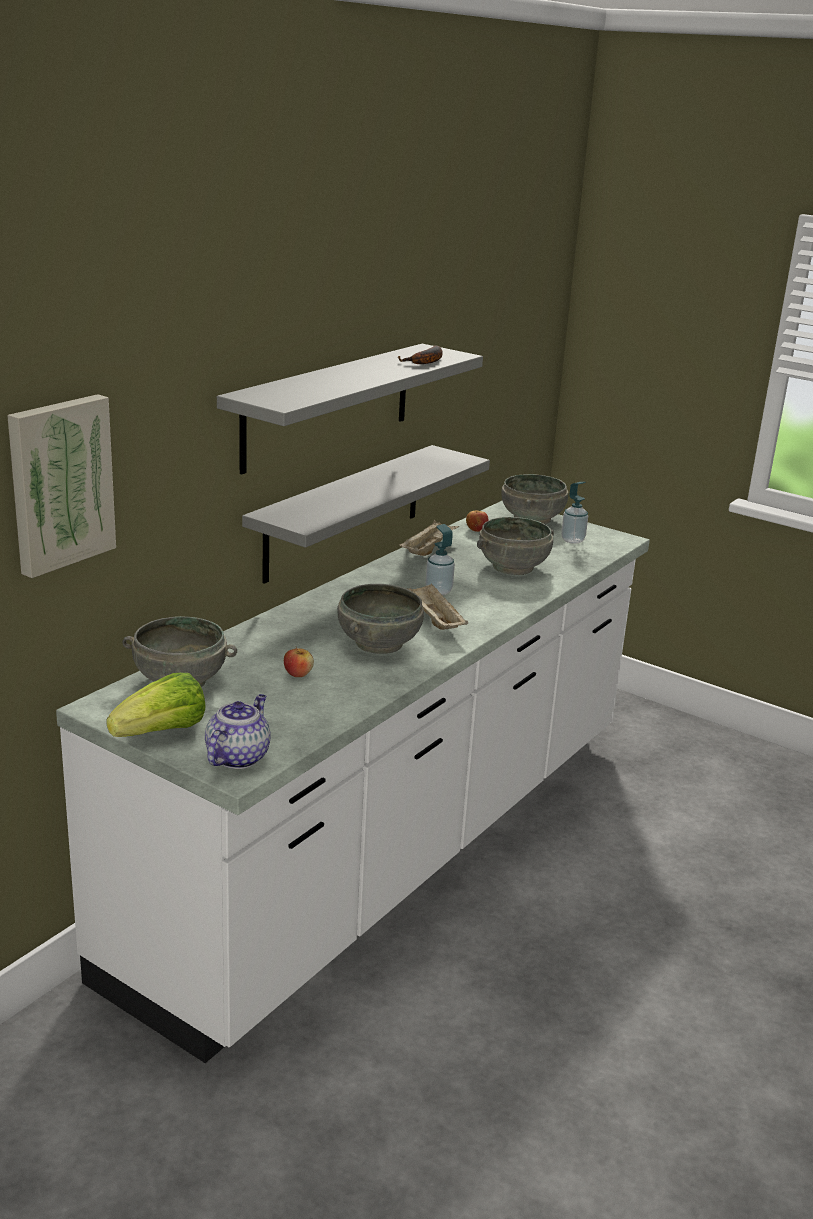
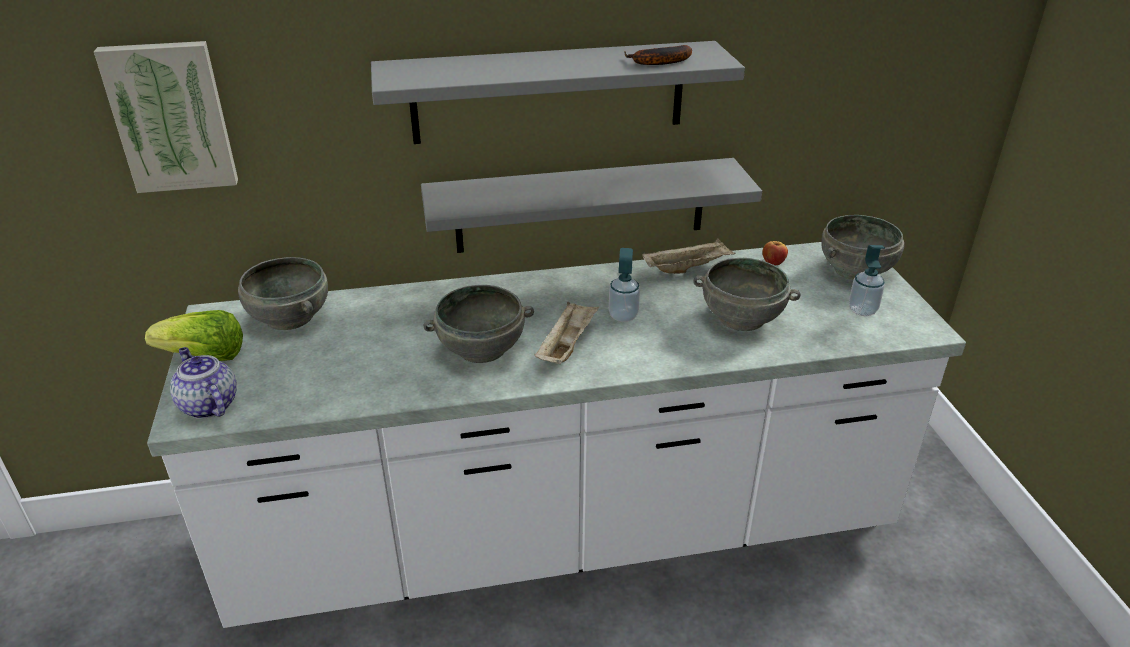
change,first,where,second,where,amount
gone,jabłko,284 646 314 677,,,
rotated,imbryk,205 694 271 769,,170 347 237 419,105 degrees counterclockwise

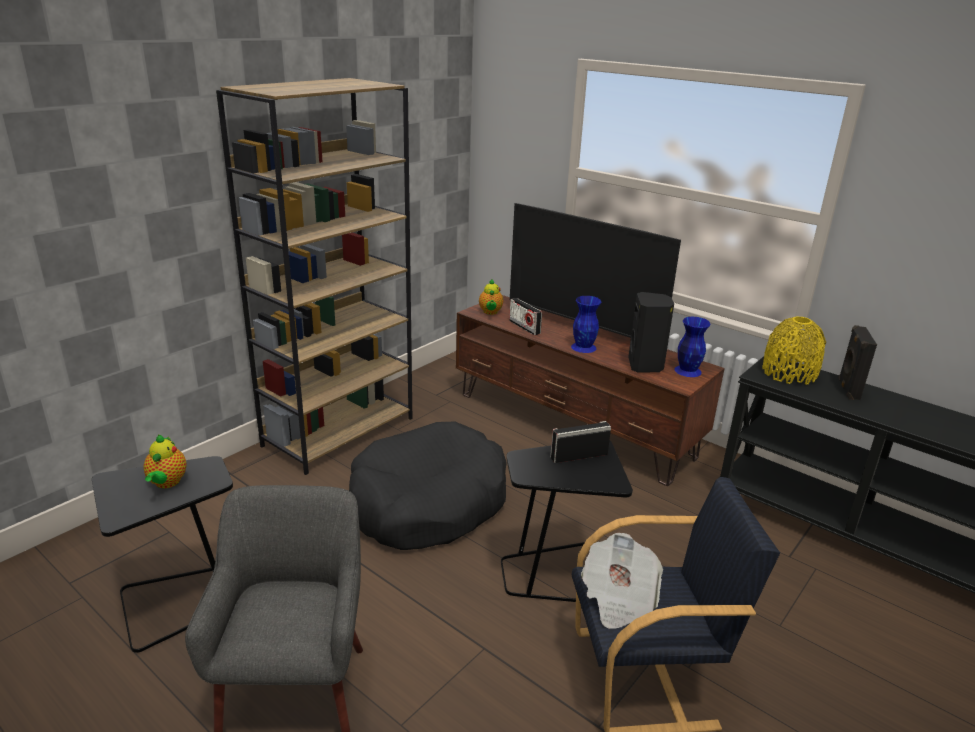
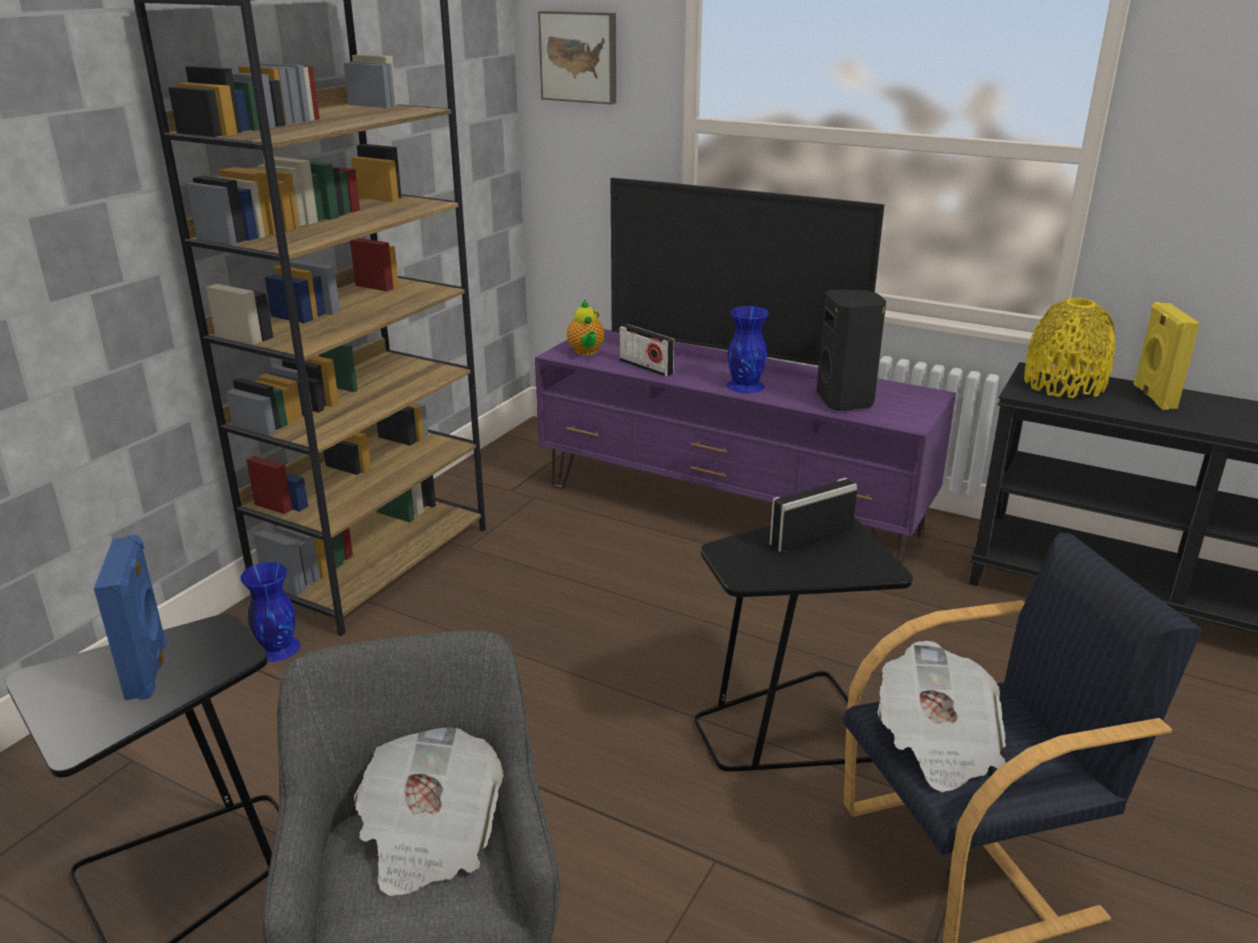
change,first,where,second,where,amount
gone,legowisko (czarny),349 422 507 550,,,
new,,,gazeta,354 727 504 896,
new,,,obraz,538 11 616 104,
shifted,wazon (niebieski),674 317 710 377,,240 562 301 662,
swapped,imbryk,143 435 187 488,głośnik (niebieski),94 534 167 700,
repainted,szafka pod telewizor (brązowy),456 295 725 486,szafka pod telewizor (fioletowy),535 329 956 565,
repainted,głośnik (czarny),838 325 877 400,głośnik (żółty),1133 302 1200 410,

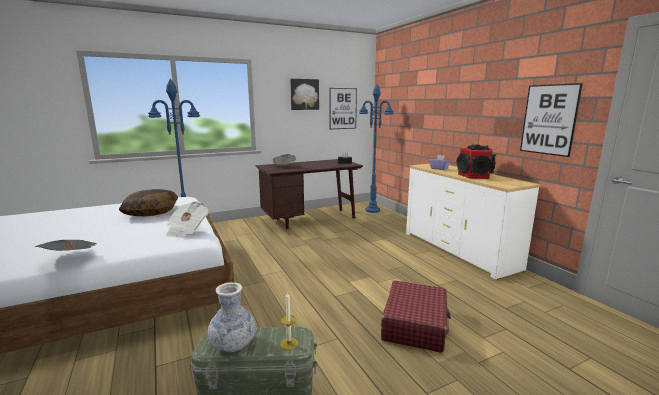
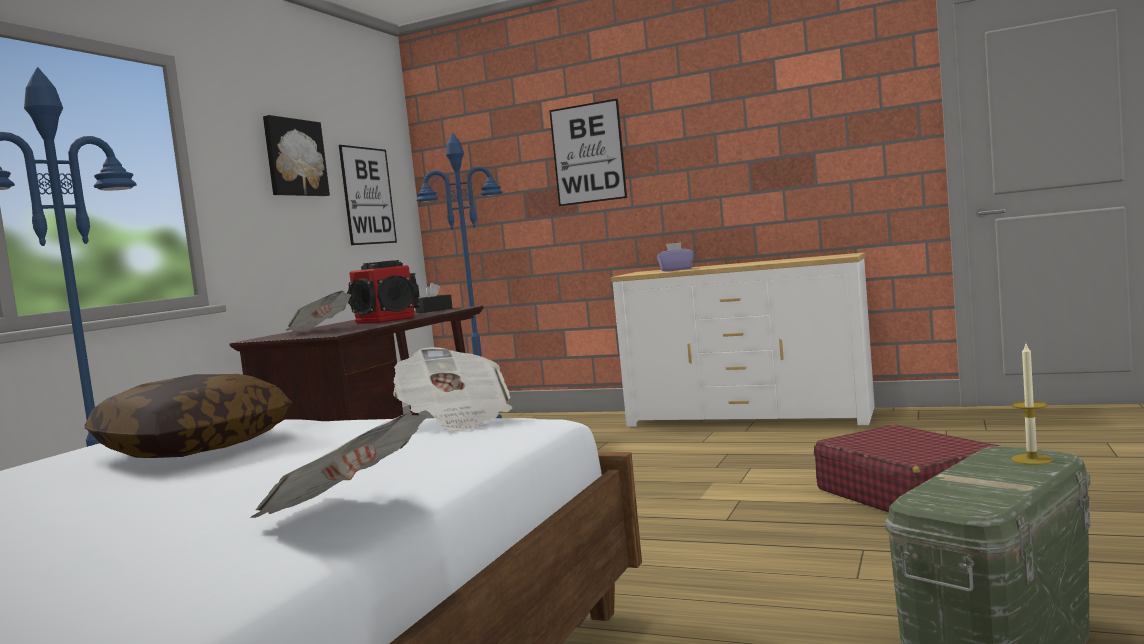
change,first,where,second,where,amount
gone,wazon,208 282 256 352,,,
shifted,głośnik,457 145 496 179,,347 260 420 323,
shifted,obraz,520 83 583 157,,549 99 627 206,

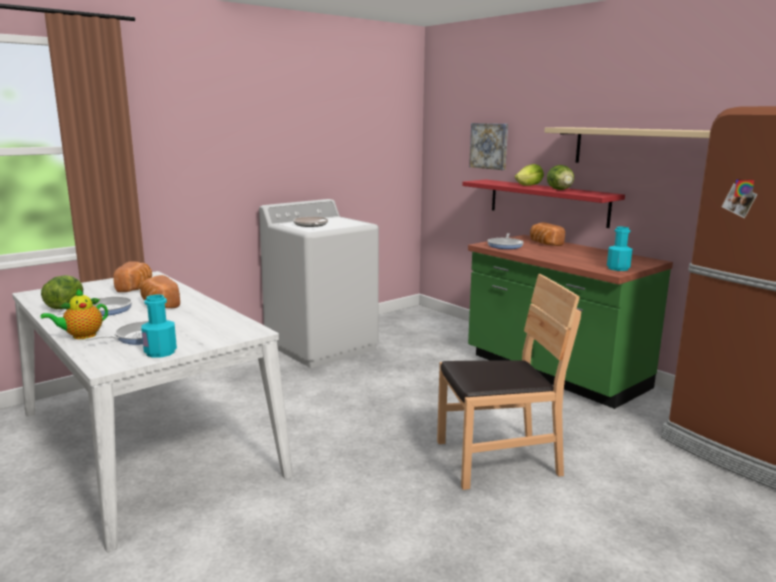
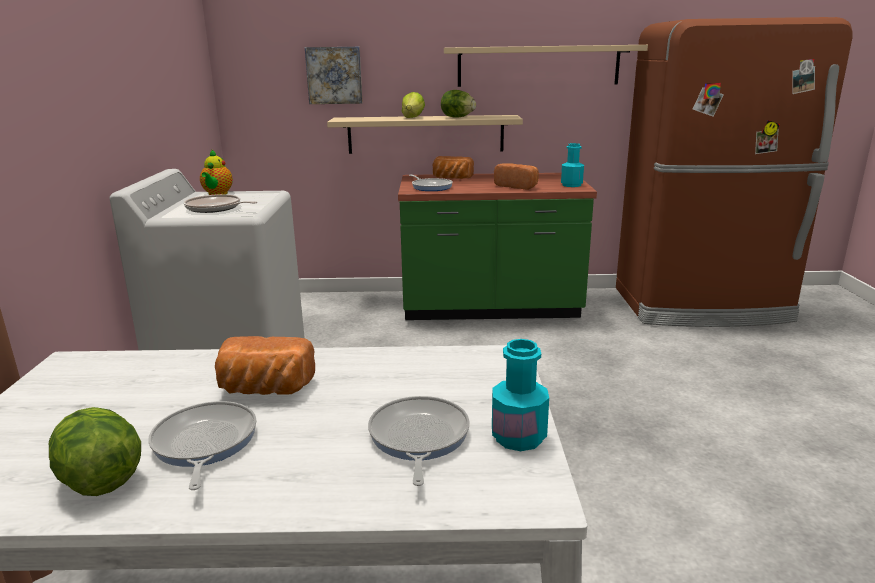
change,first,where,second,where,amount
gone,krzesło (brązowy),437 274 581 490,,,
shifted,imbryk,41 288 108 339,,200 149 233 195,
shifted,chleb,113 261 152 292,,494 163 539 190,
repainted,półka (czerwony),462 179 625 228,półka (beżowy),327 115 523 154,

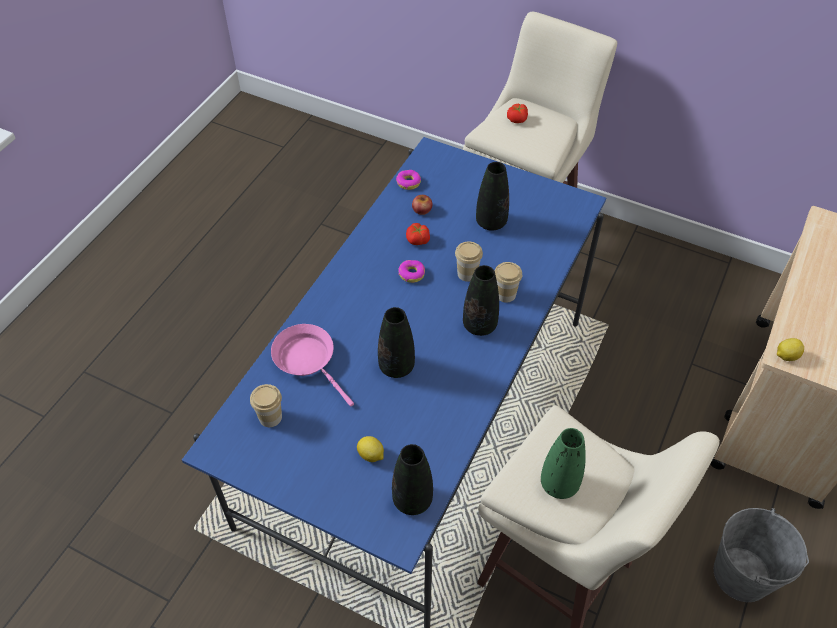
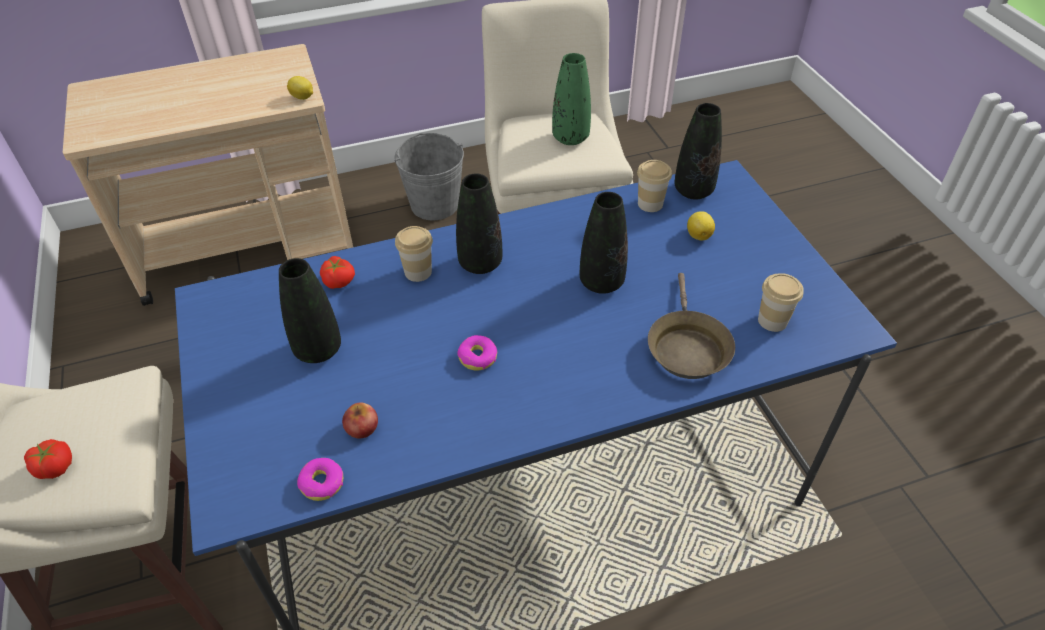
change,first,where,second,where,amount
shifted,pomidor,406 223 430 245,,320 256 355 289,
shifted,filiżanka,455 241 483 282,,637 160 672 212,
repainted,patelnia (różowy),271 324 354 406,patelnia (brązowy),648 273 735 379,

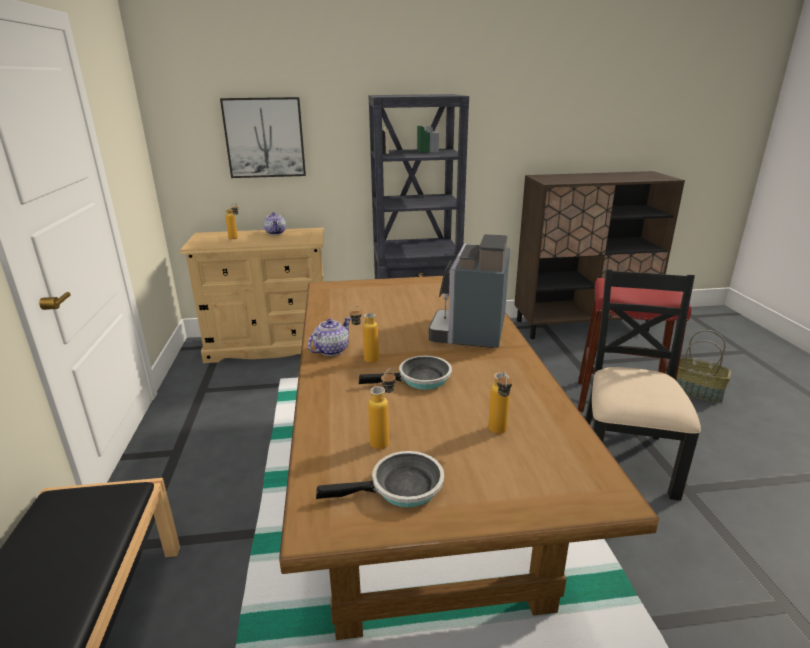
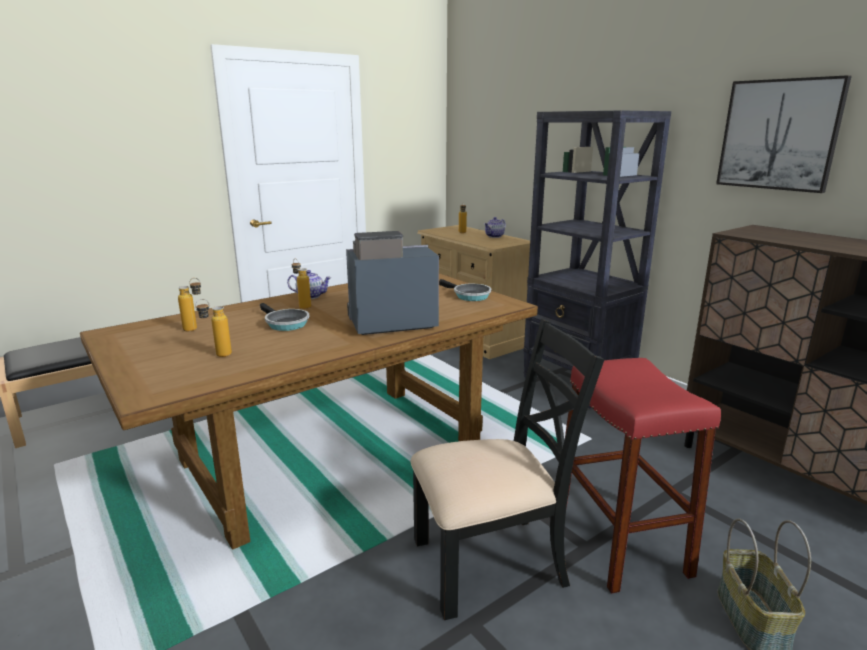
change,first,where,second,where,amount
shifted,obraz,220 97 306 178,,716 75 852 193,
shifted,patelnia,316 451 444 507,,439 279 491 301,

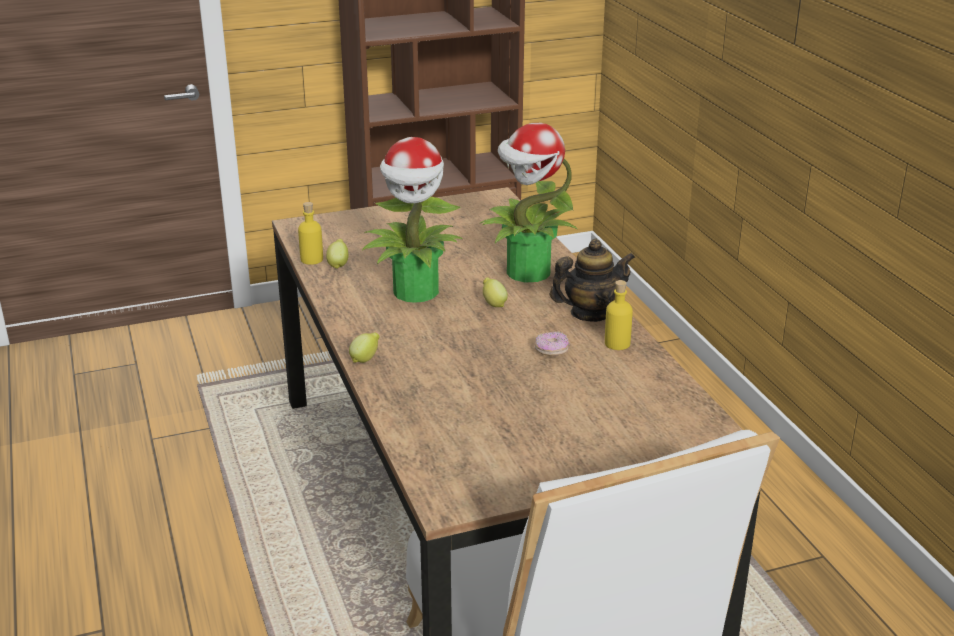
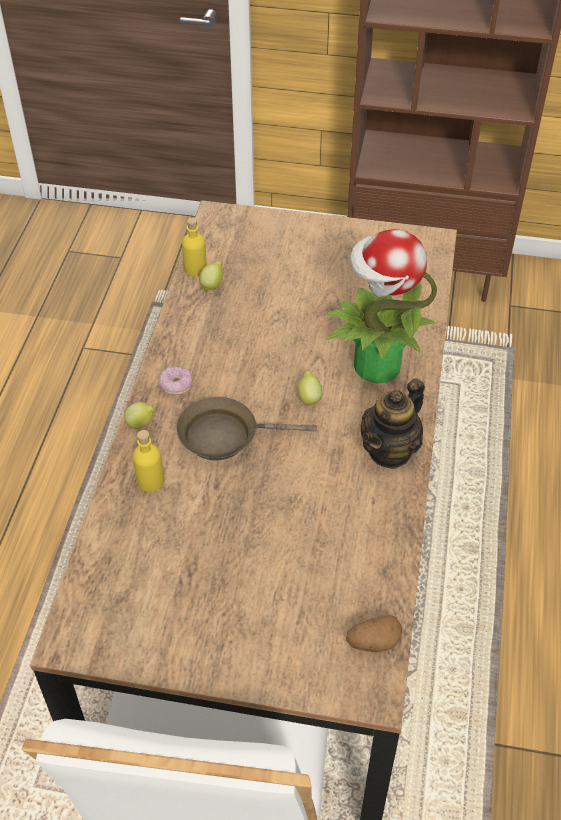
change,first,where,second,where,amount
gone,roślina doniczkowa,362 137 463 303,,,
new,,,patelnia (brązowy),176 397 317 460,
new,,,ziemniak,346 615 402 652,
shifted,donut,535 332 569 356,,159 367 193 395,
shifted,butelka (żółty),605 280 633 350,,132 430 164 492,
rotated,imbryk,550 239 635 322,,361 378 425 469,120 degrees clockwise

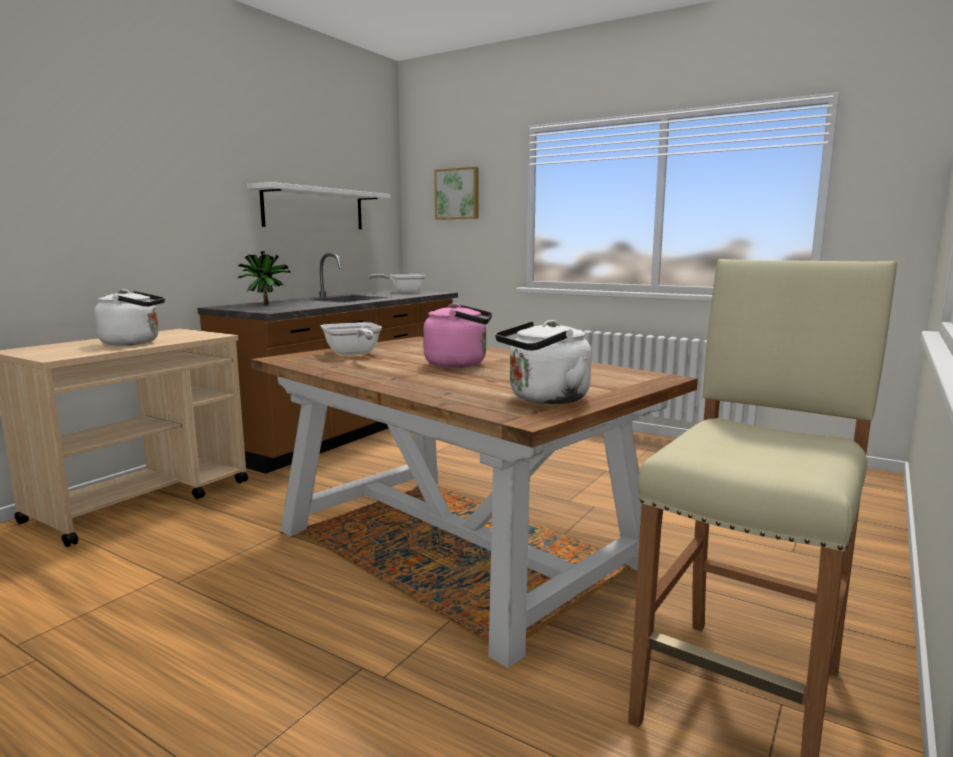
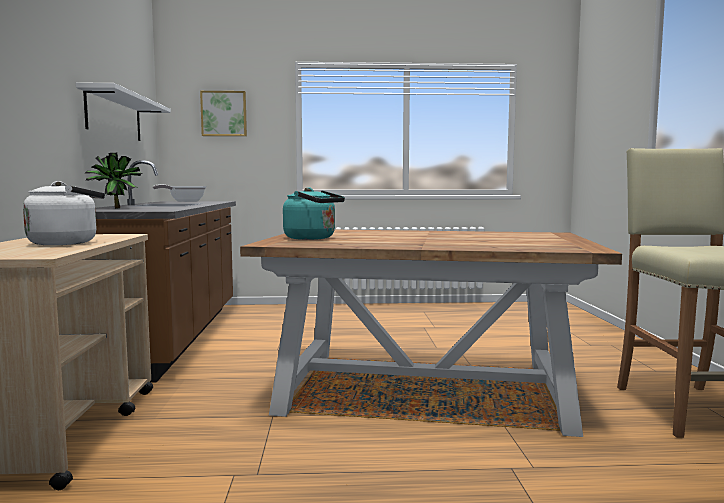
change,first,where,second,where,amount
gone,czajnik (różowy),423 303 492 368,,,
gone,czajnik (biały),495 320 591 404,,,
swapped,patelnia,321 322 382 356,czajnik (turkusowy),283 187 345 240,

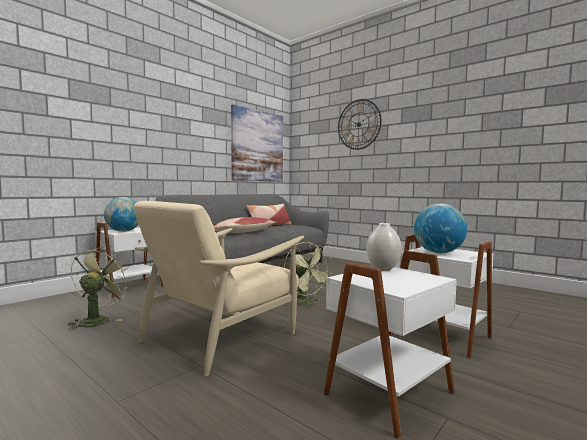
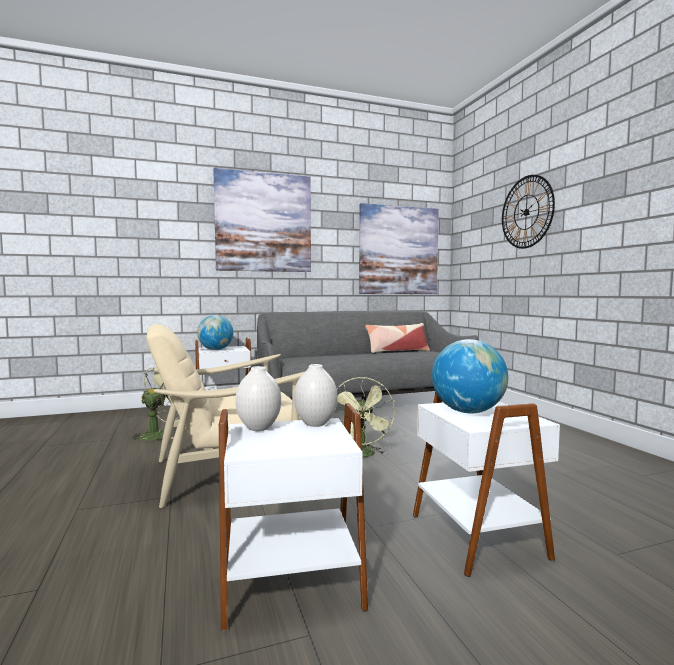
change,first,where,second,where,amount
gone,poduszka,214 217 275 233,,,
new,,,obraz,213 168 311 272,
new,,,wazon (biały),235 366 281 431,

